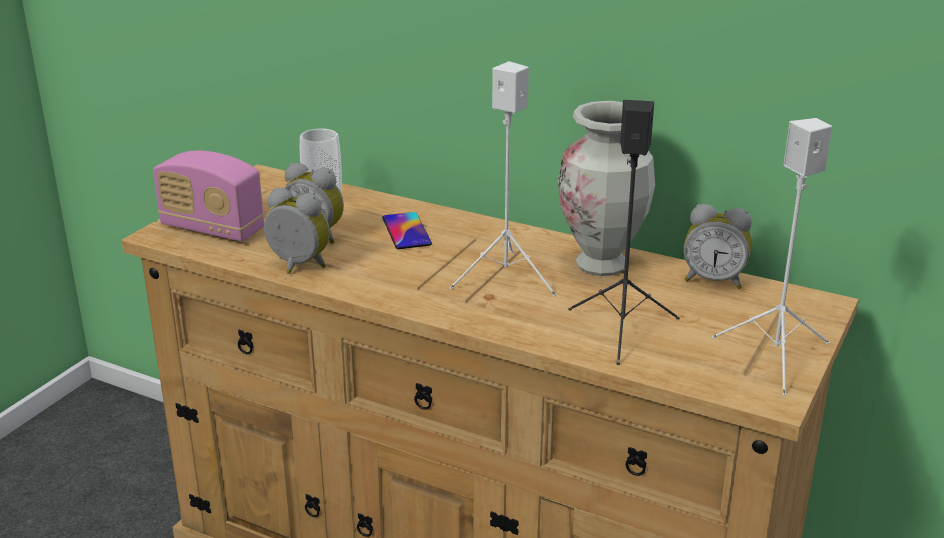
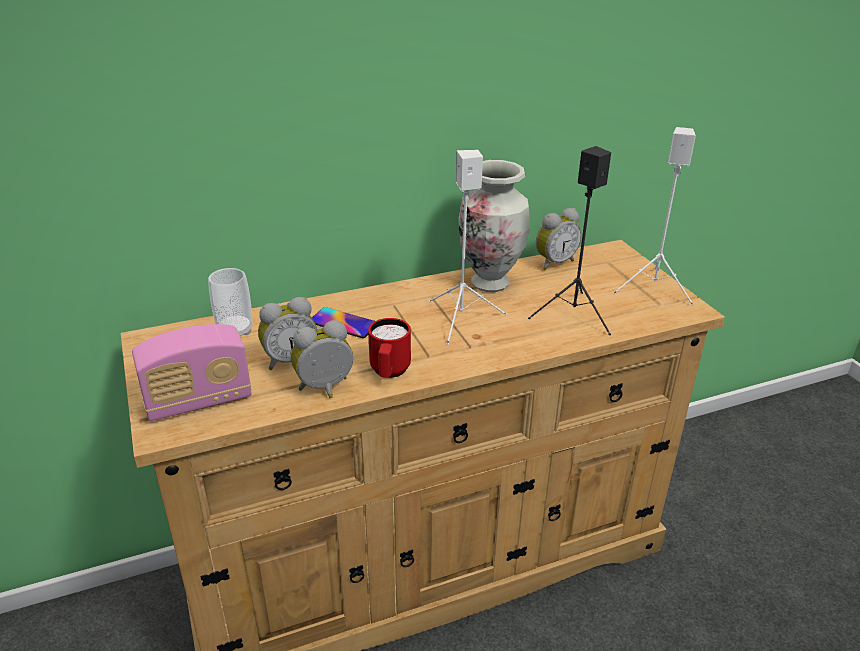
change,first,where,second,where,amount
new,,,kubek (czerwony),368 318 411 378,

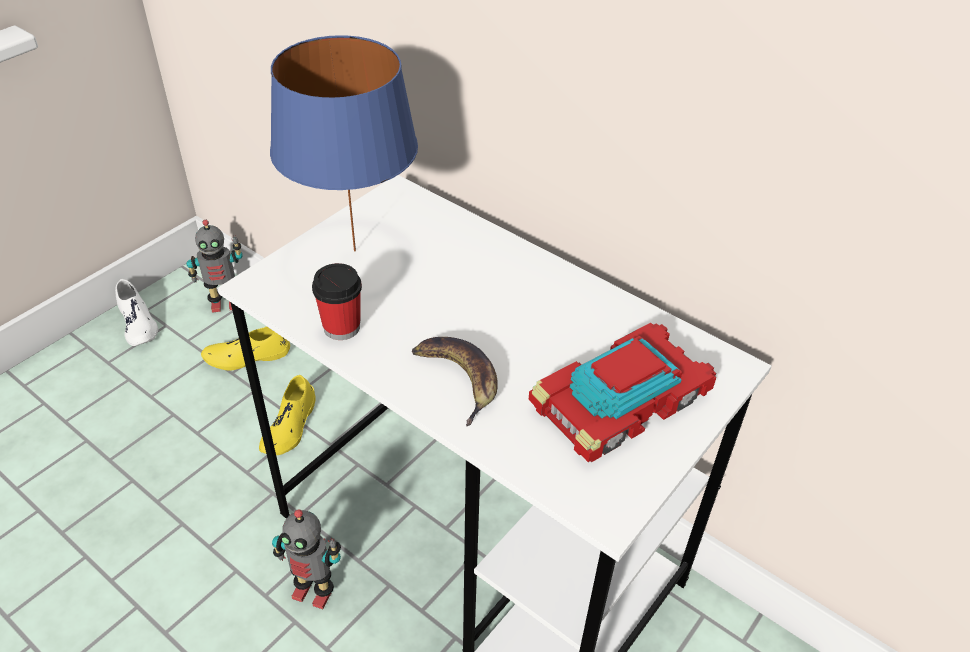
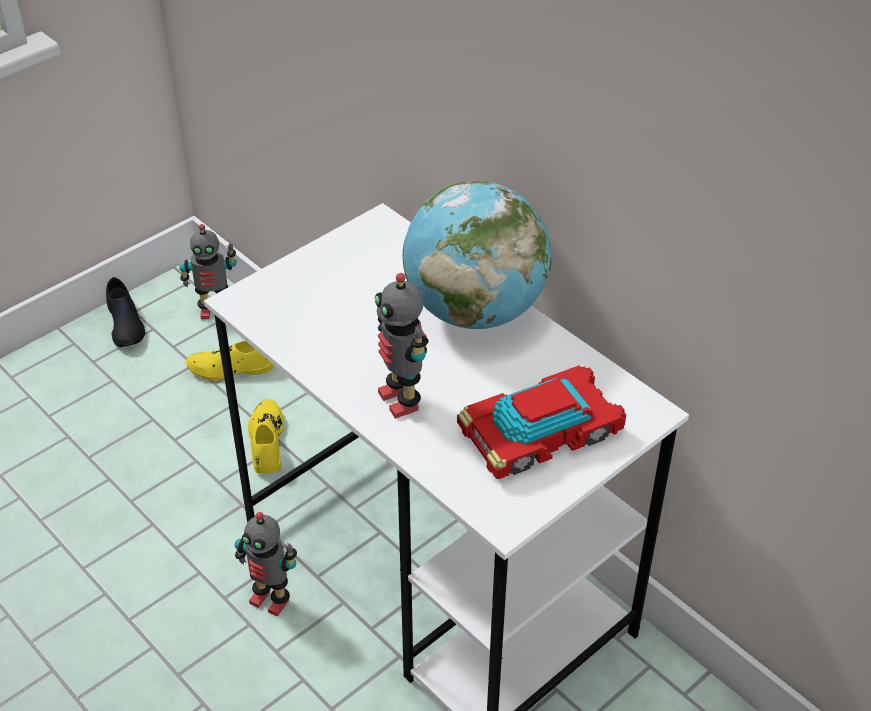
change,first,where,second,where,amount
gone,lampa stołowa (niebieski),270 35 418 251,,,
gone,filiżanka,312 263 362 340,,,
new,,,globus,403 181 551 329,
swapped,banan,411 337 498 426,robot zabawkowy,375 273 428 419,
repainted,but (biały),115 279 158 346,but (czarny),106 277 145 347,
rotated,but (żółty),259 375 316 455,,248 399 284 474,150 degrees clockwise

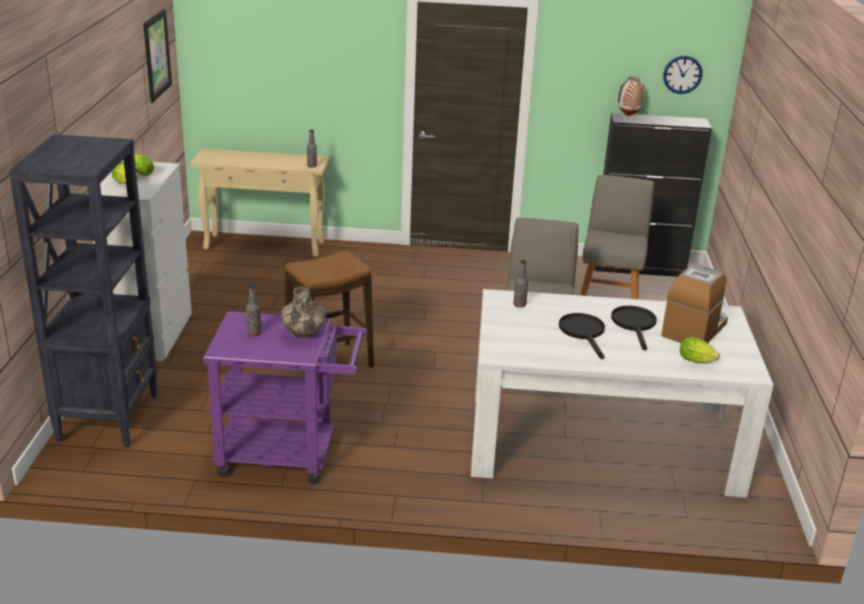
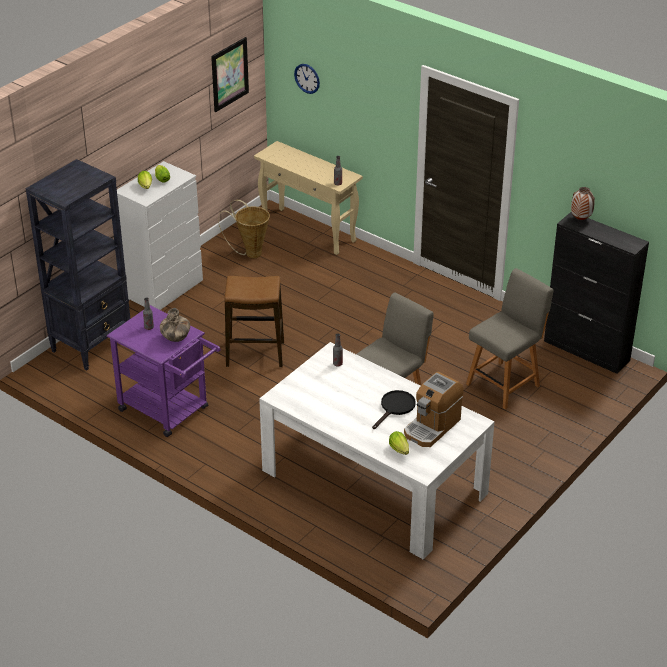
change,first,where,second,where,amount
gone,patelnia (czarny),559 313 605 359,,,
new,,,koszyk,218 200 270 258,
shifted,zegar ścienny,663 56 703 94,,294 64 320 94,
rotated,ekspres do kawy,661 265 728 343,,404 372 464 447,150 degrees clockwise

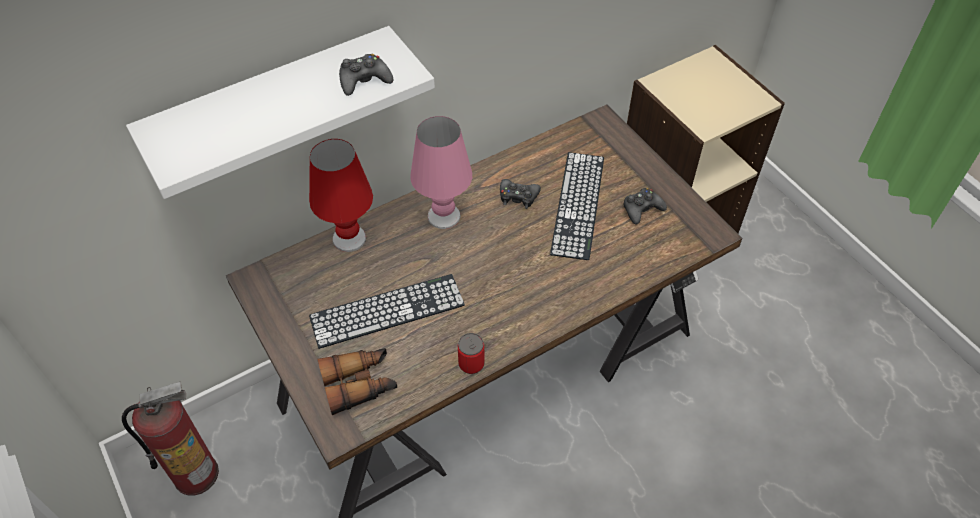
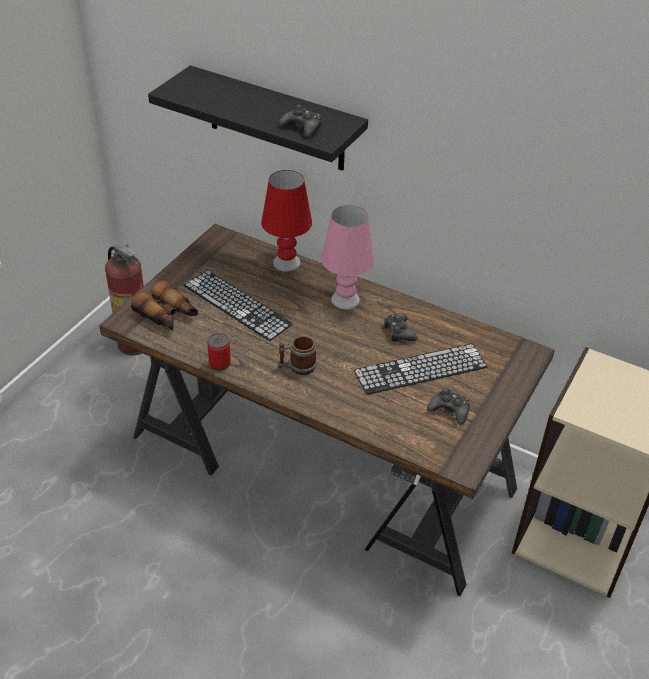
change,first,where,second,where,amount
new,,,kubek,278 335 317 375,
repainted,półka (biały),126 26 435 199,półka (czarny),148 65 368 171,

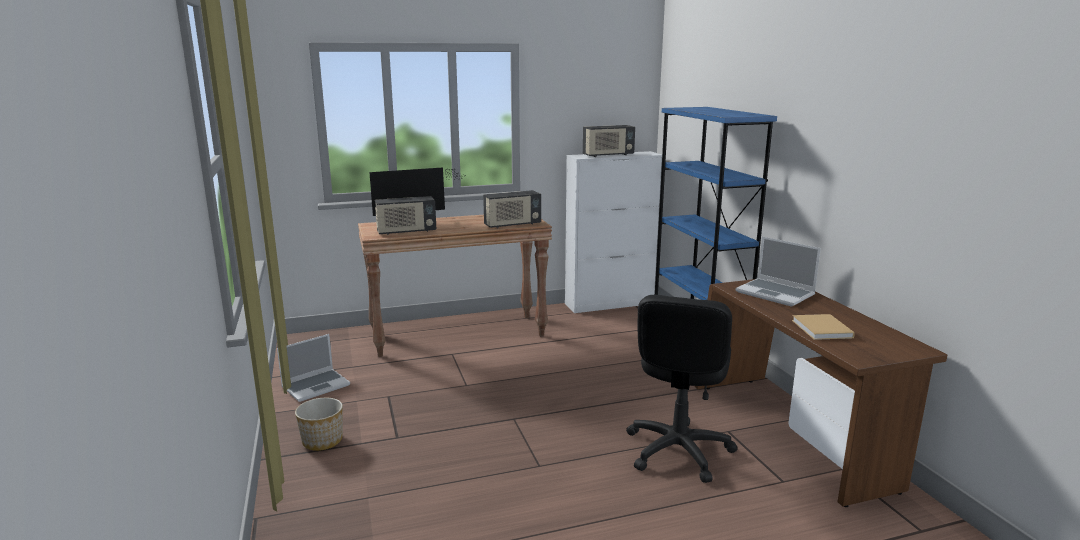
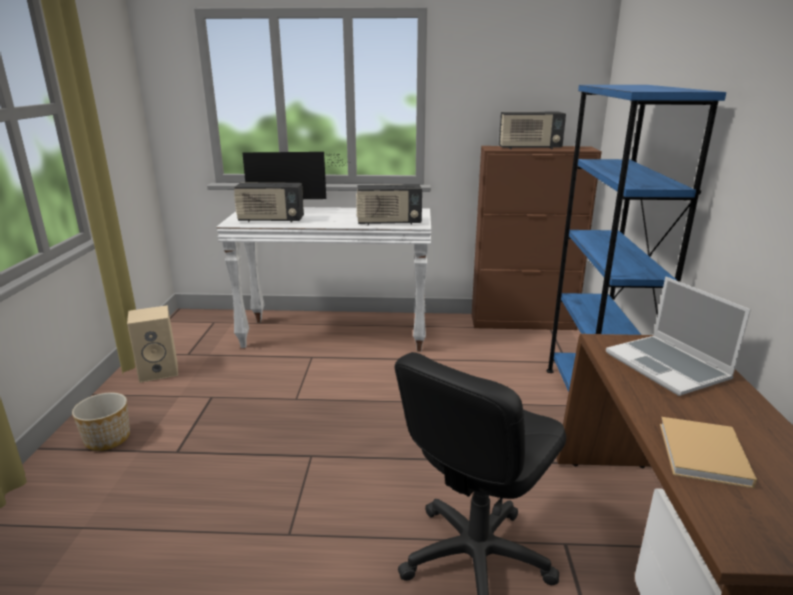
change,first,where,second,where,amount
swapped,laptop,277 334 350 402,głośnik (beżowy),127 305 178 383,
repainted,stolik konsolowy (brązowy),358 215 552 357,stolik konsolowy (biały),216 207 431 352,
repainted,szafka (biały),565 151 662 313,szafka (brązowy),472 146 602 330,

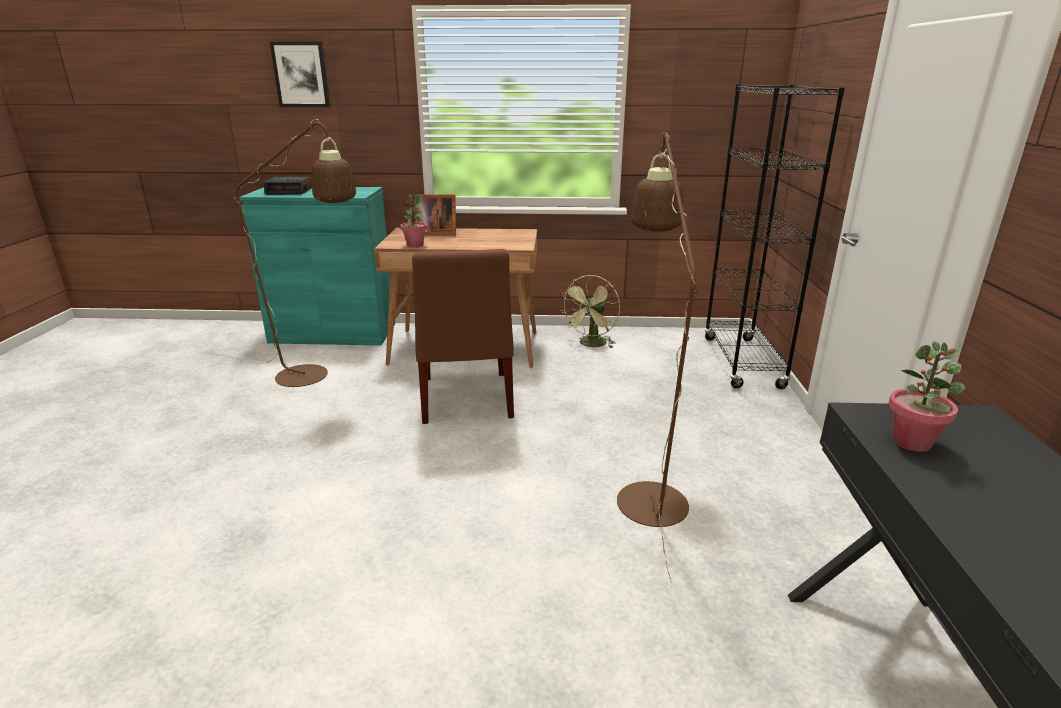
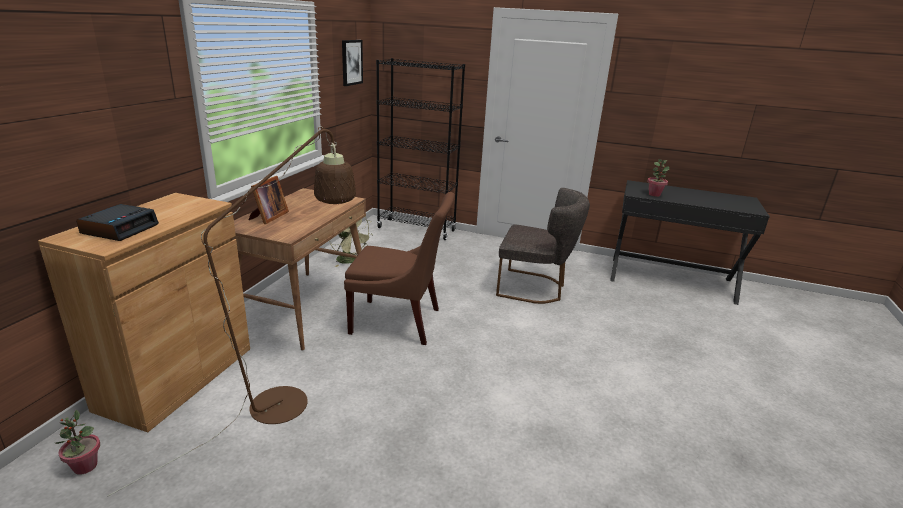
change,first,where,second,where,amount
shifted,obraz,270 42 330 107,,342 40 363 86,
shifted,roślina doniczkowa,400 195 427 248,,55 410 100 475,
swapped,lampa stojąca (brązowy),617 132 697 676,krzesło (szary),496 188 590 304,
repainted,szafka (turkusowy),239 187 395 345,szafka (brązowy),38 193 250 432,

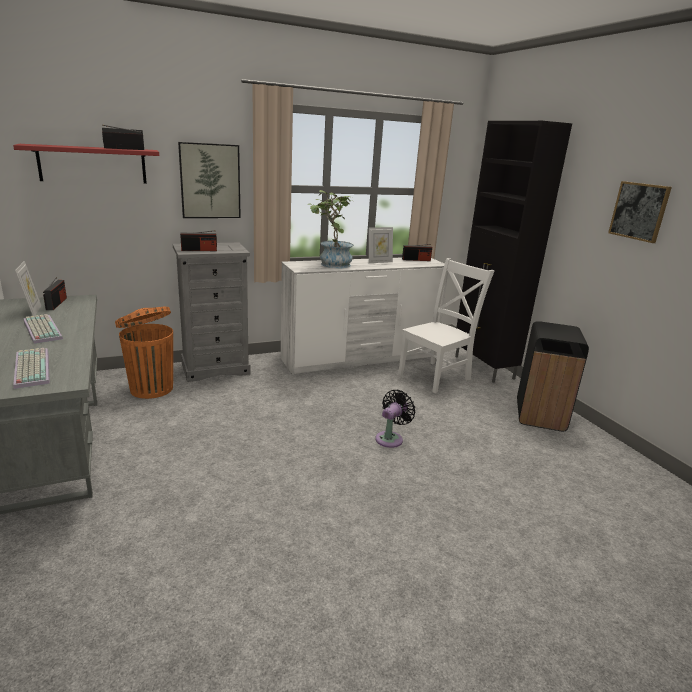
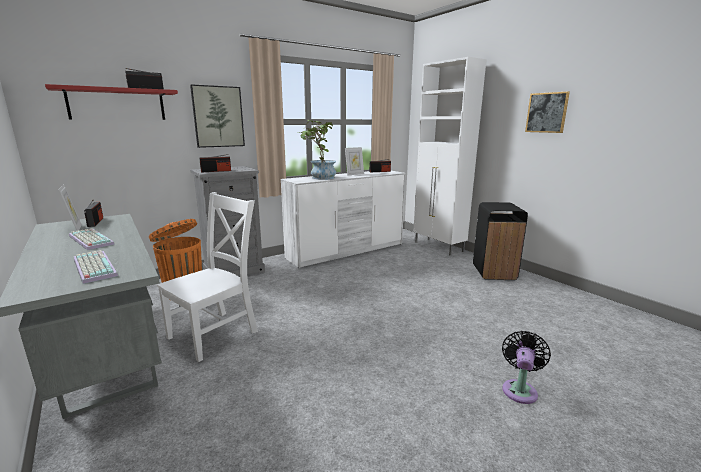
change,first,where,second,where,amount
shifted,wentylator (czarny),375 390 415 448,,502 331 551 404,
shifted,krzesło (biały),398 258 494 393,,157 192 258 362,
repainted,szafka (czarny),455 121 572 383,szafka (biały),413 57 487 256,

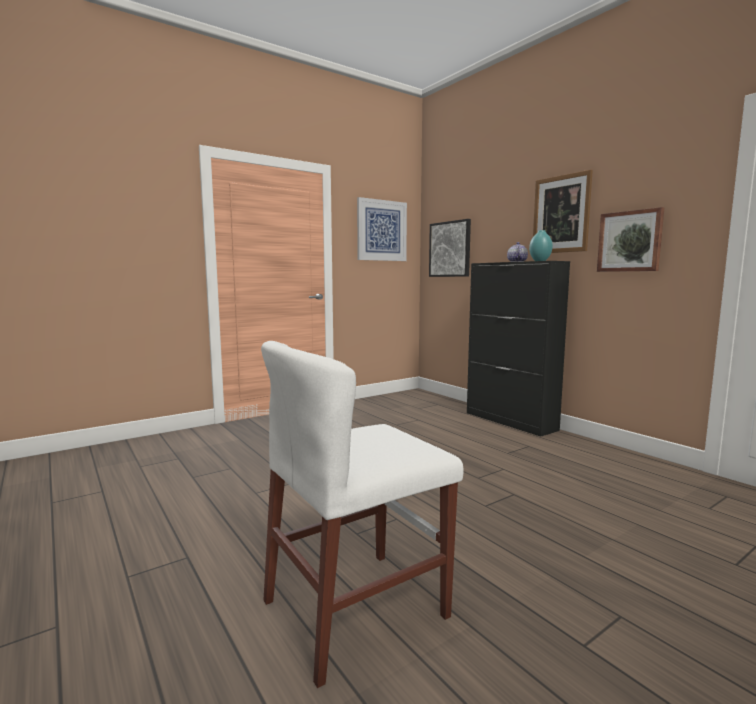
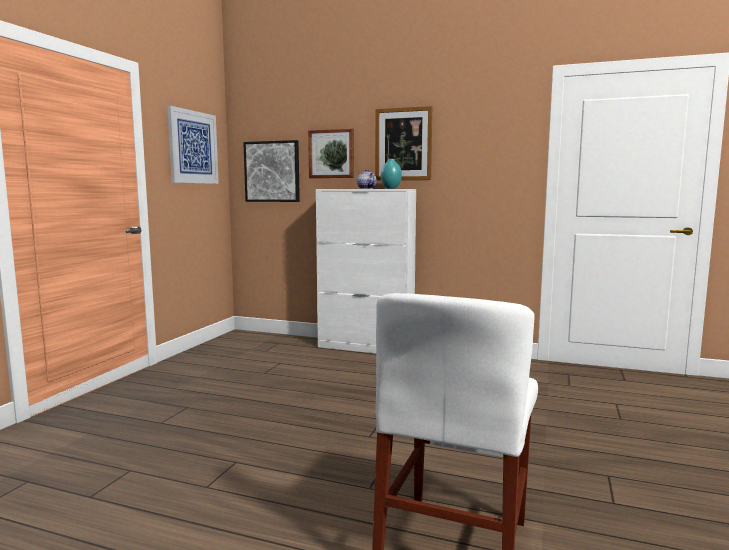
change,first,where,second,where,amount
shifted,obraz,597 207 664 272,,308 129 354 178,
repainted,szafka (czarny),467 261 570 437,szafka (biały),316 189 416 353,

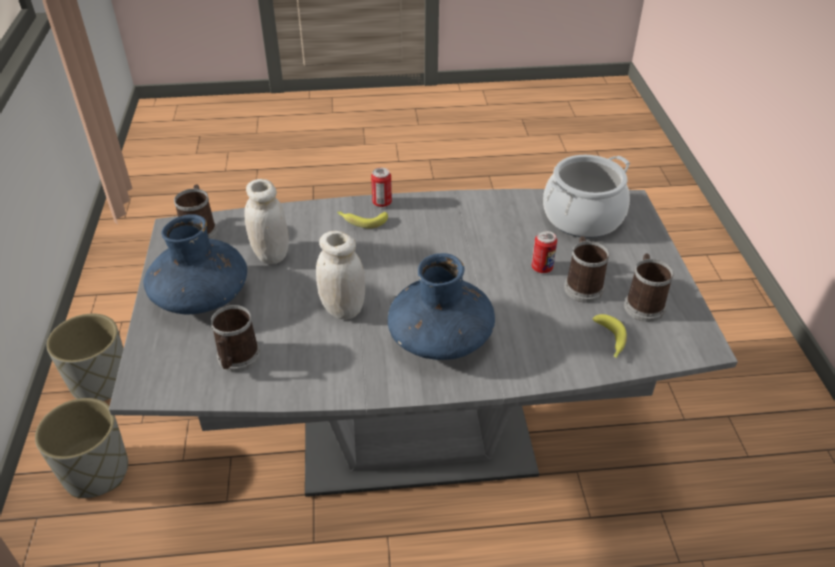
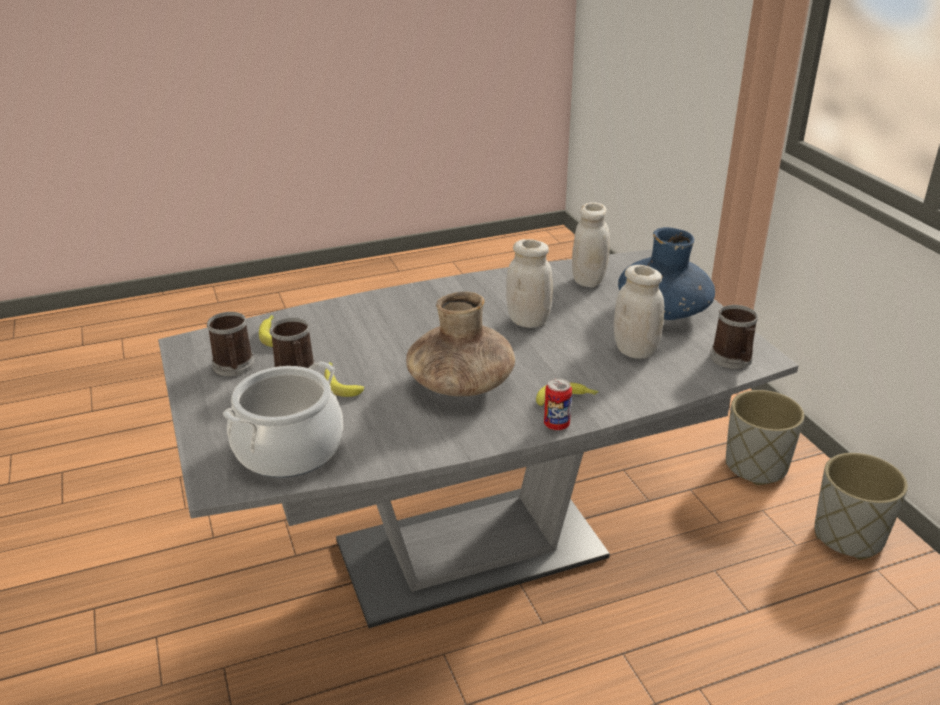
change,first,where,second,where,amount
gone,wazon (niebieski),388 253 495 360,,,
new,,,wazon (brązowy),406 292 515 396,
swapped,kubek,211 305 261 372,słoik (biały),572 202 610 287,
swapped,puszka,532 231 557 273,banan,324 362 364 397,

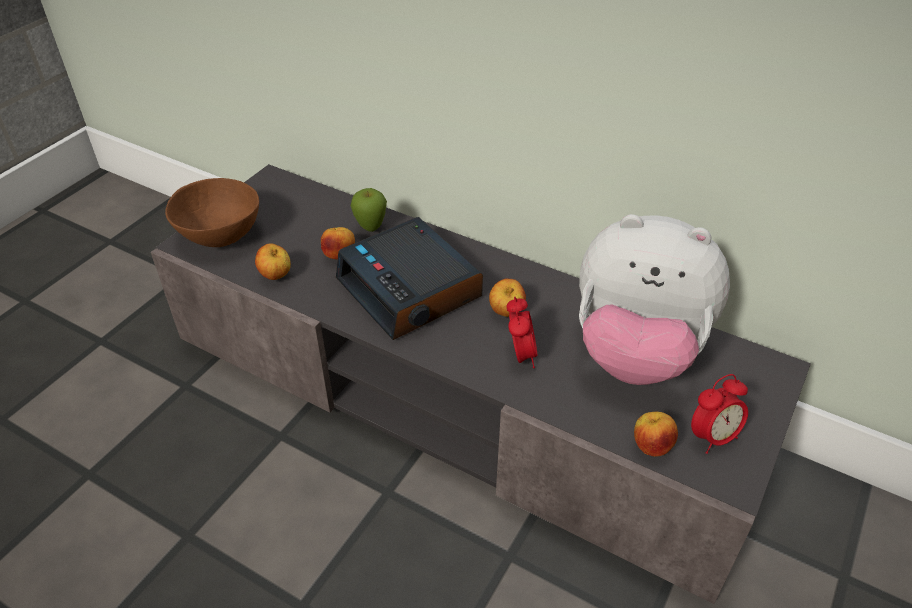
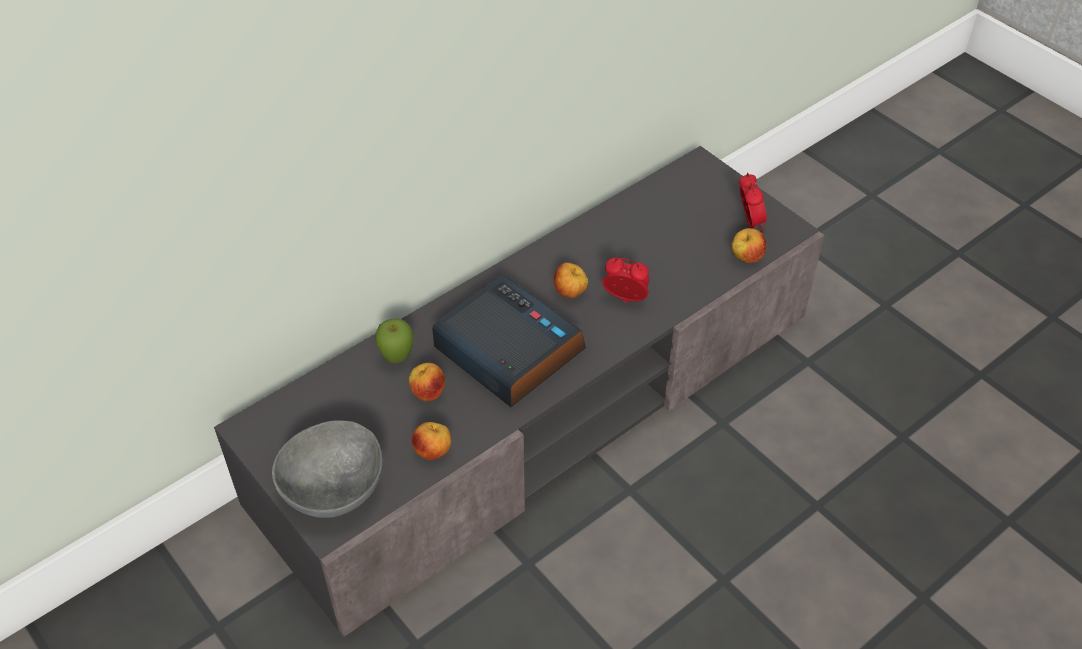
change,first,where,second,where,amount
gone,pluszak,579 214 730 385,,,
repainted,miska (brązowy),165 178 259 247,miska (szary),272 420 383 518,
rotated,budzik,336 217 483 340,,432 274 586 407,120 degrees counterclockwise

